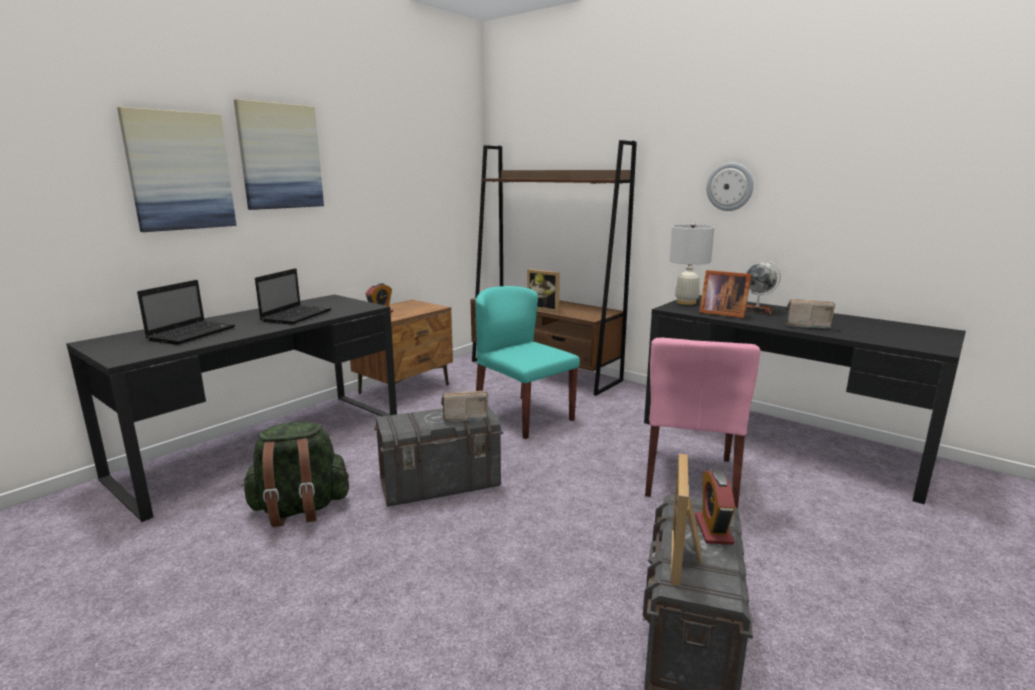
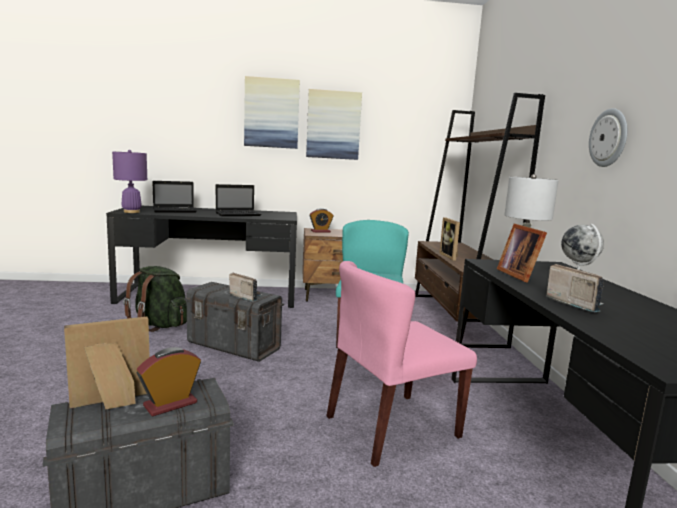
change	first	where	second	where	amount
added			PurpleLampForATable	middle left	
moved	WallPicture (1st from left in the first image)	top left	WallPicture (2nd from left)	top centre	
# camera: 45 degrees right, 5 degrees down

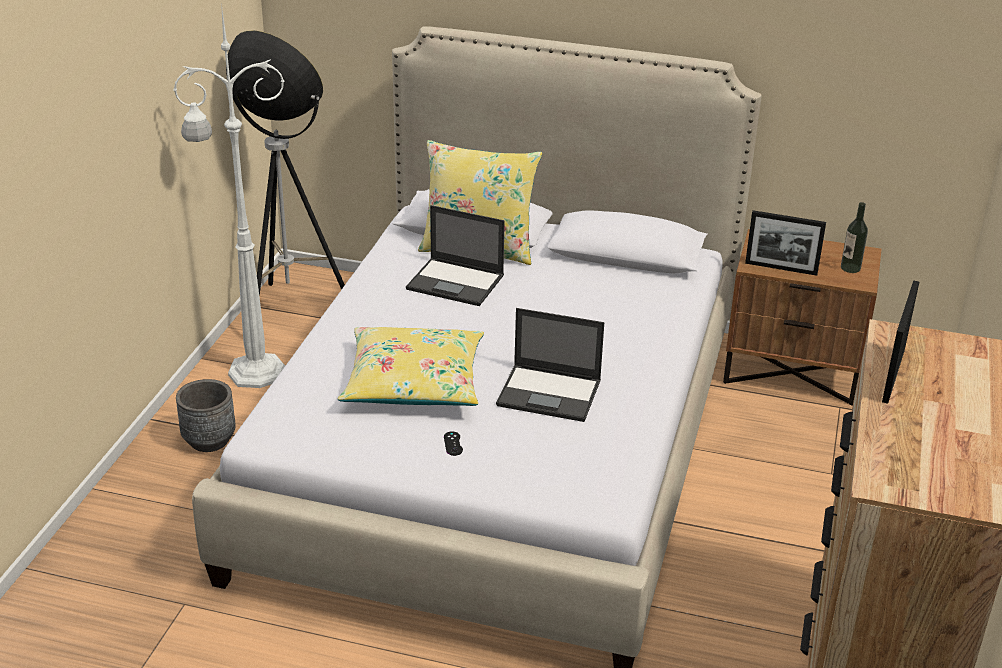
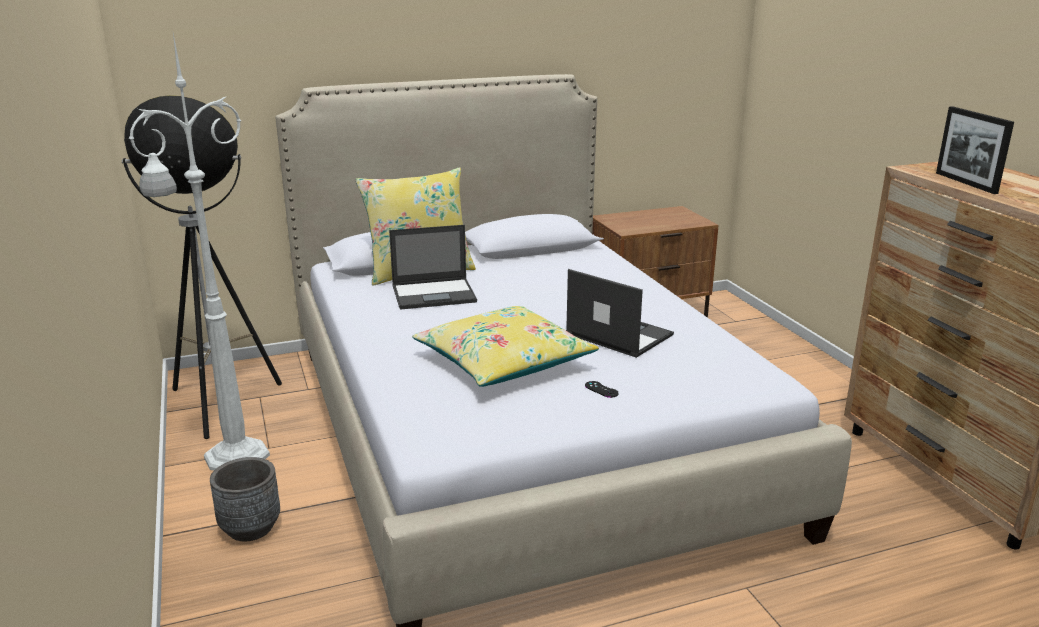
change	first	where	second	where	amount
removed	PictureFrame (1st from left)	middle right			
removed	DrinkBottle	middle right			
turned	PortableComputer (2nd from left)	centre		centre	120 degrees counterclockwise
# camera: 35 degrees left, 10 degrees down

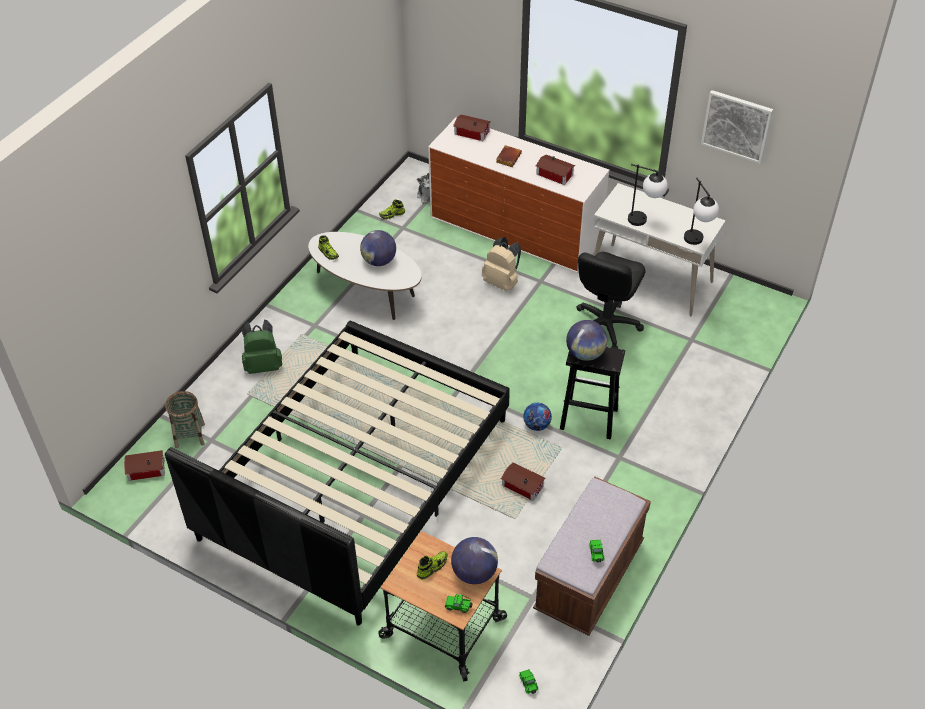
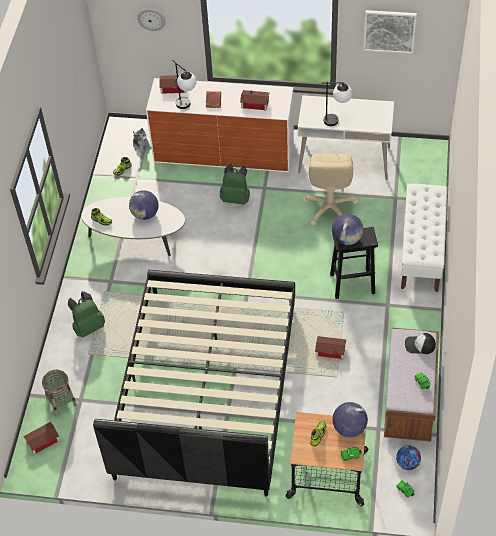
change	first	where	second	where	amount
added			WallClock	top left	
added			WhitishBench	middle right	
added			BaseballCap	middle right	
moved	FootballBall	centre		bottom right	
moved	LampForATable (2nd from left in the first image)	top right	LampForATable (1st from left)	top centre	
recoloured	BeigeBackpack	centre	GreenBackpack (2nd from left)	centre	
recoloured	BlackColouredDeskChair	centre	BeigeDeskChair	centre	
# camera: 20 degrees left, 5 degrees up

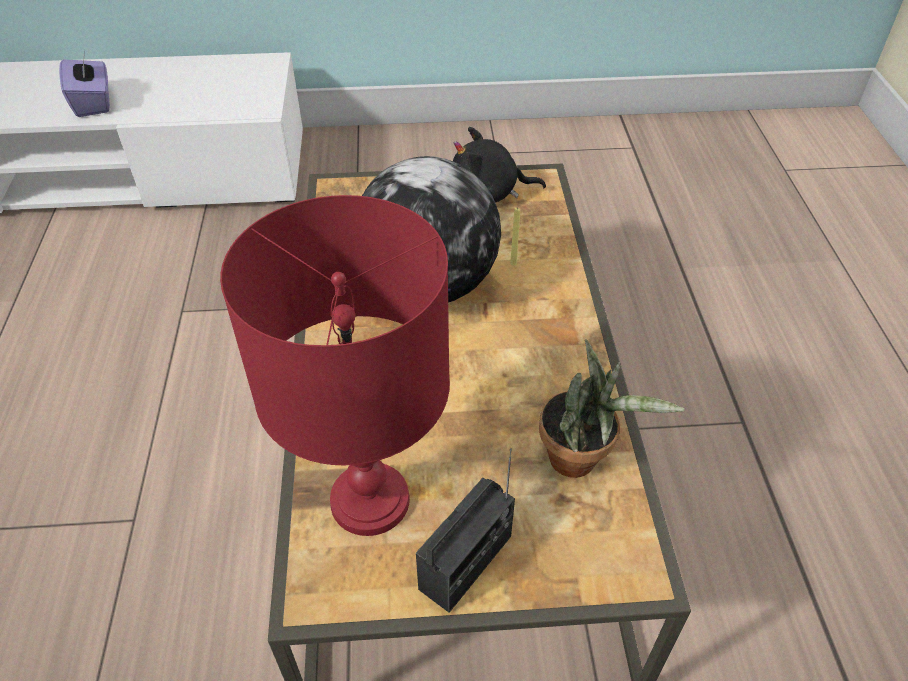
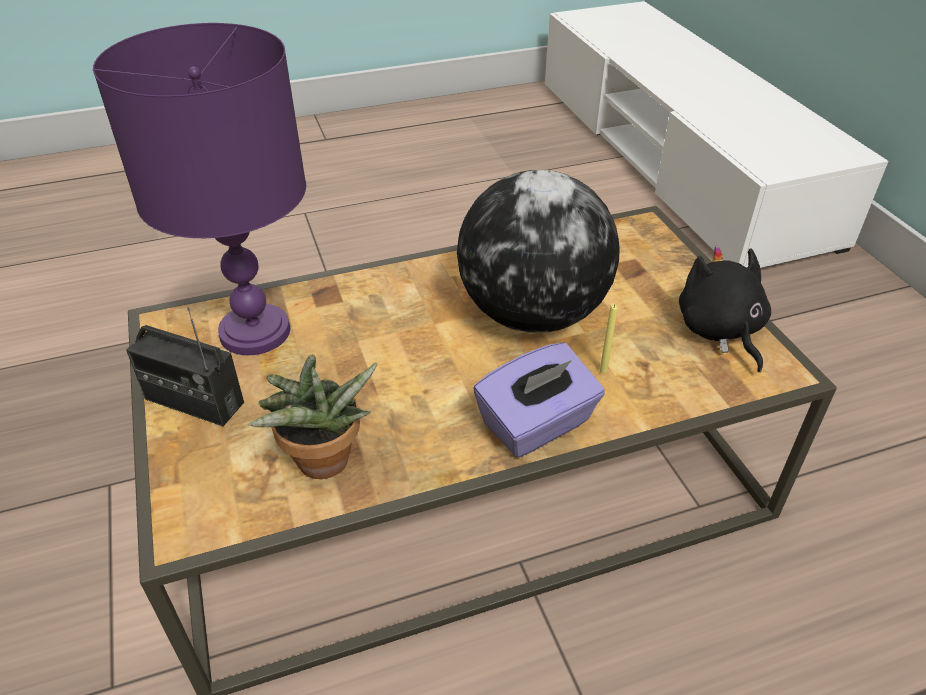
change	first	where	second	where	amount
moved	PurpleBoxOfTissues	top left		centre	
recoloured	ReddishLampForATable	centre	PurpleLampForATable	top left	
# camera: 75 degrees right, 5 degrees down

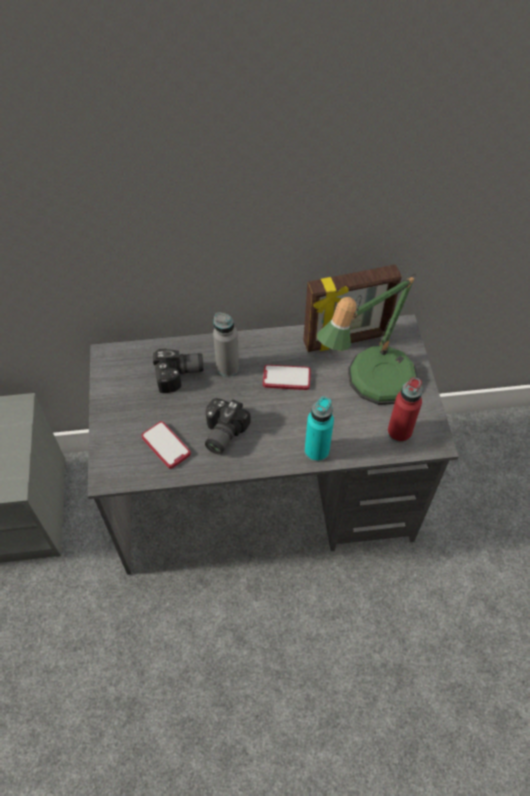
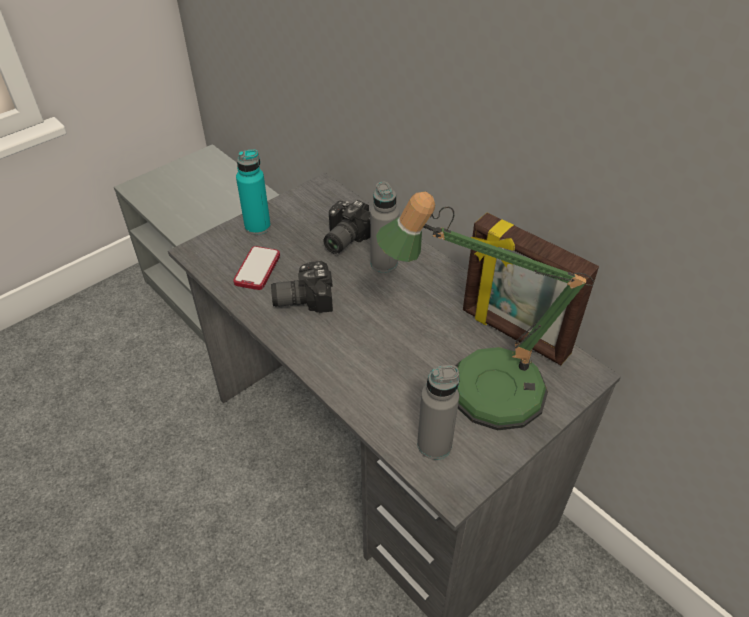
change	first	where	second	where	amount
removed	Handset (2nd from left)	centre			
moved	TurquoiseColouredDrinkBottle	centre		top centre	
recoloured	ReddishDrinkBottle	middle right	GrayDrinkBottle (2nd from left)	bottom centre	
turned	PhotoCamera (1st from left in the first image)	centre	PhotoCamera (2nd from left)	centre	75 degrees clockwise
# camera: 55 degrees right, 10 degrees down

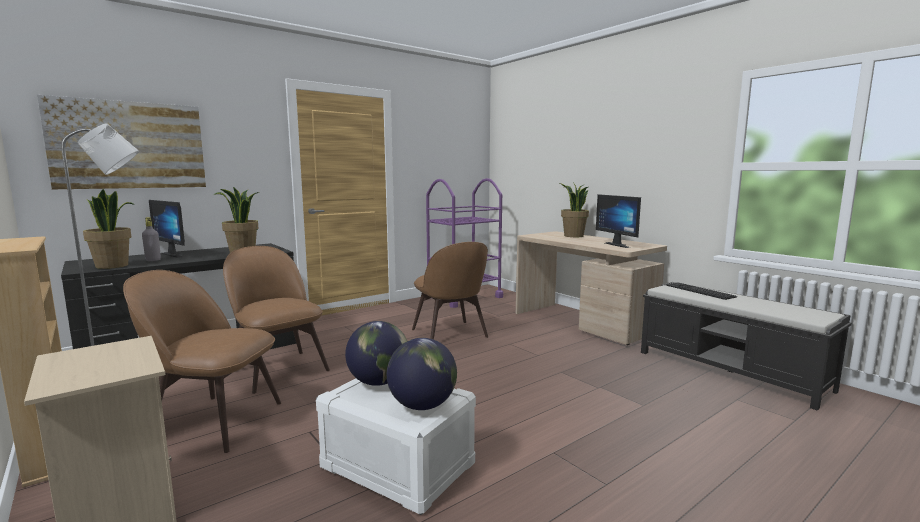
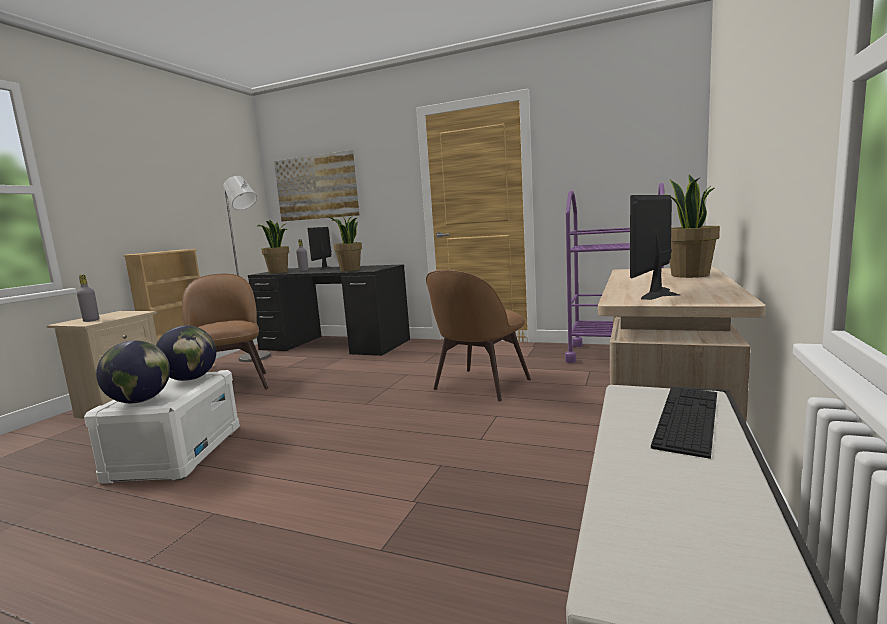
change	first	where	second	where	amount
removed	BrownishUprightChair (2nd from left)	middle left			
added			GrayDrinkBottle (1st from left)	middle left	
# camera: 60 degrees right, 0 degrees up

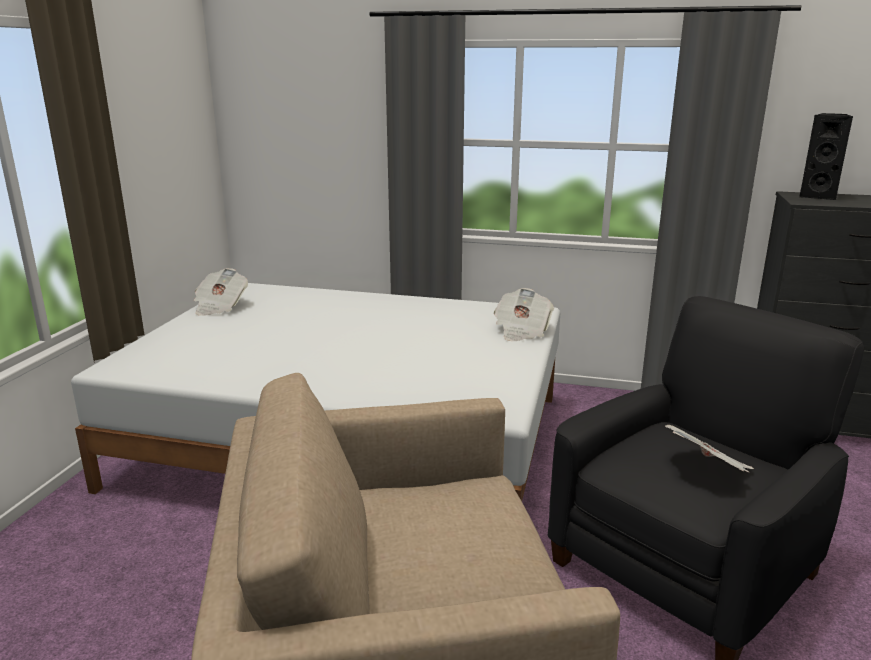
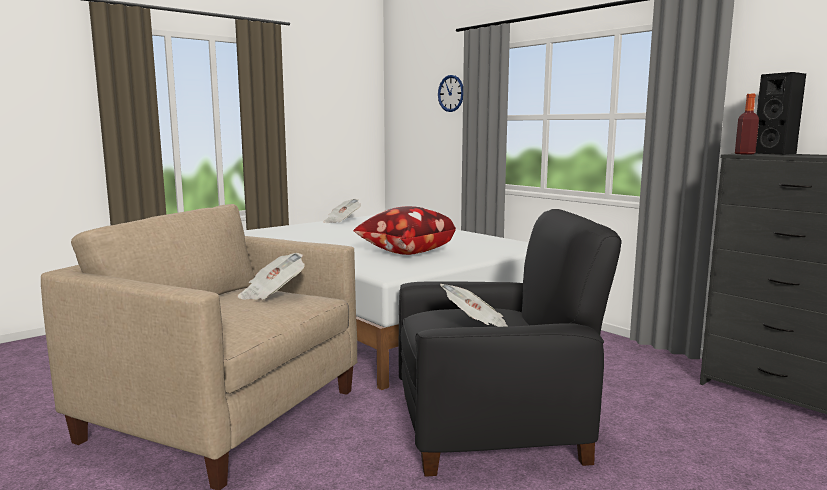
change	first	where	second	where	amount
added			ThrowPillow	centre	
added			WallClock	top centre	
added			DrinkBottle	top right	
moved	PrintedPaper (2nd from left in the first image)	centre	PrintedPaper (1st from left)	middle left	
# camera: 35 degrees right, 10 degrees down

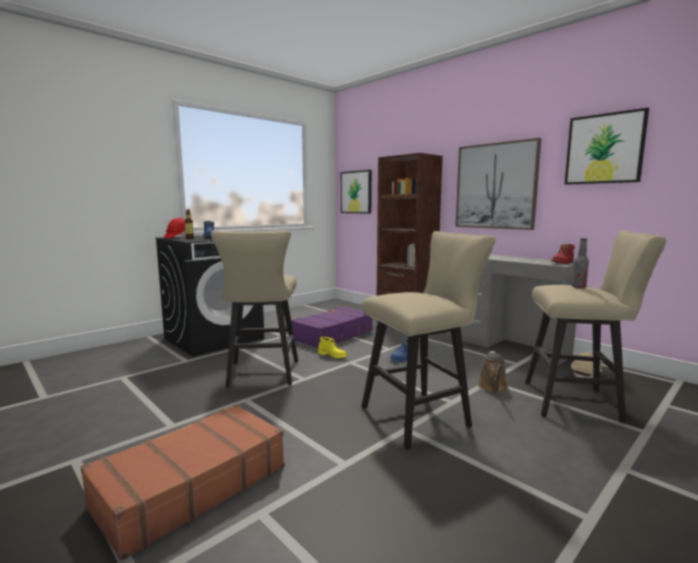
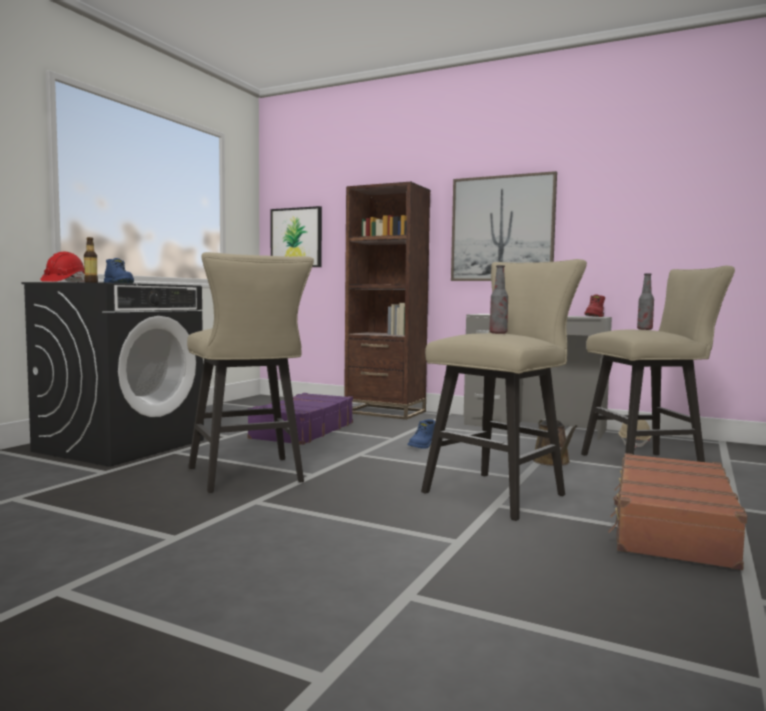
change	first	where	second	where	amount
removed	YellowishBoot	centre			
removed	WallPicture (3rd from left)	top right			
added			DrinkBottle (2nd from left)	centre	
moved	BrownishSuitcase	bottom left		bottom right	
# camera: 20 degrees left, 5 degrees down

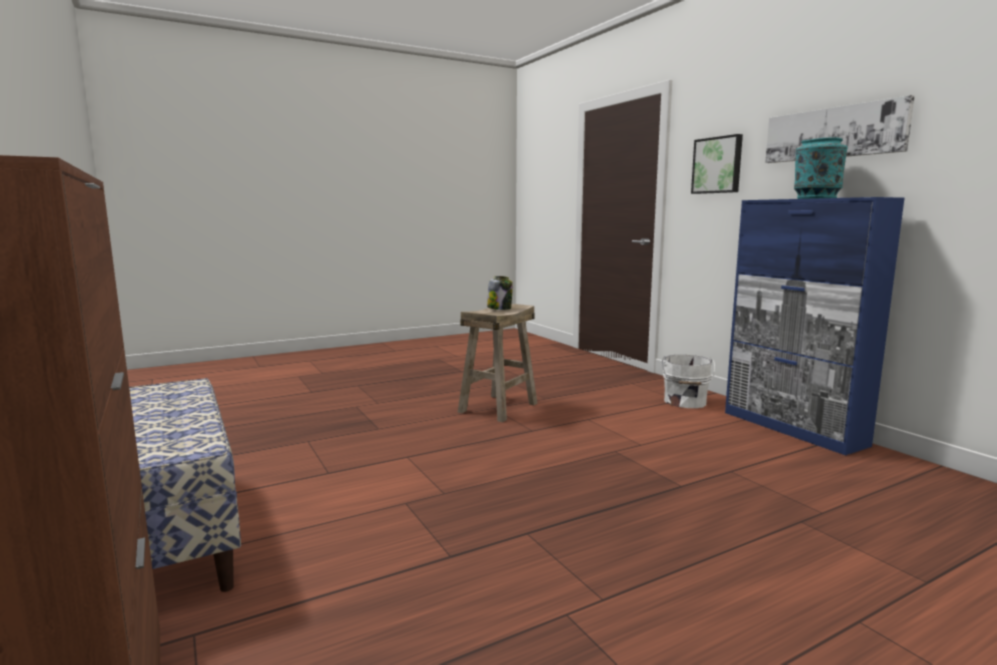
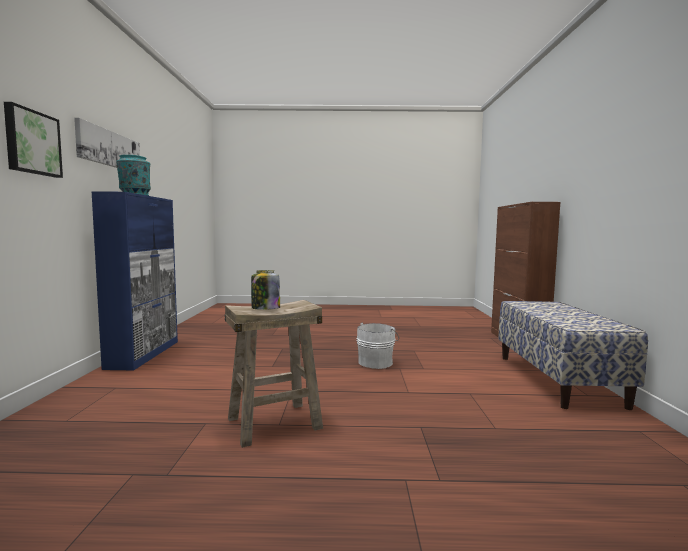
change	first	where	second	where	amount
moved	WhitishWaterBucket	middle right		centre	
# camera: 150 degrees left, 5 degrees down

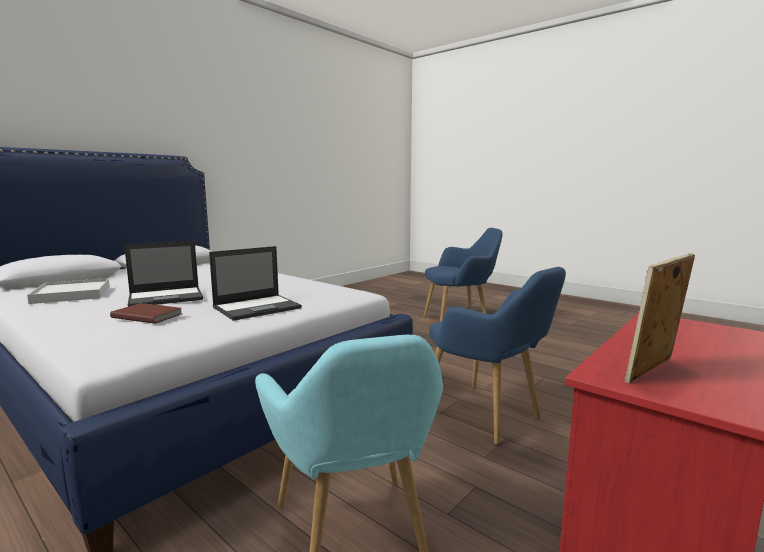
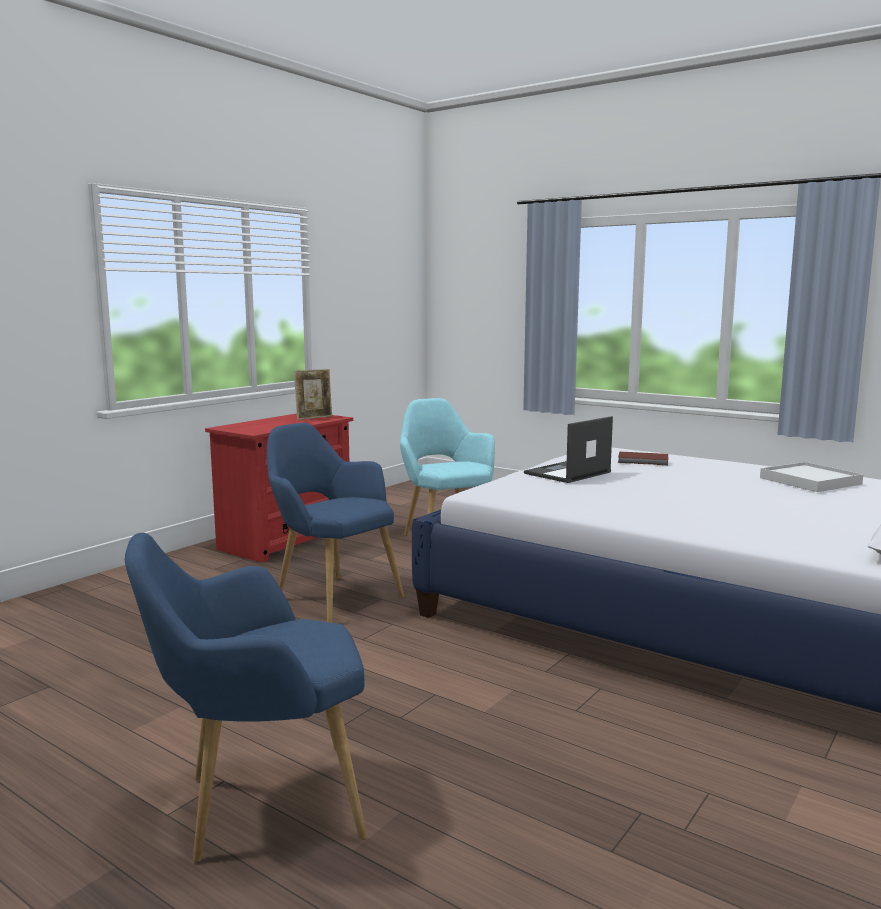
change	first	where	second	where	amount
removed	PortableComputer (1st from left)	middle left			
# camera: 175 degrees right, 0 degrees up

